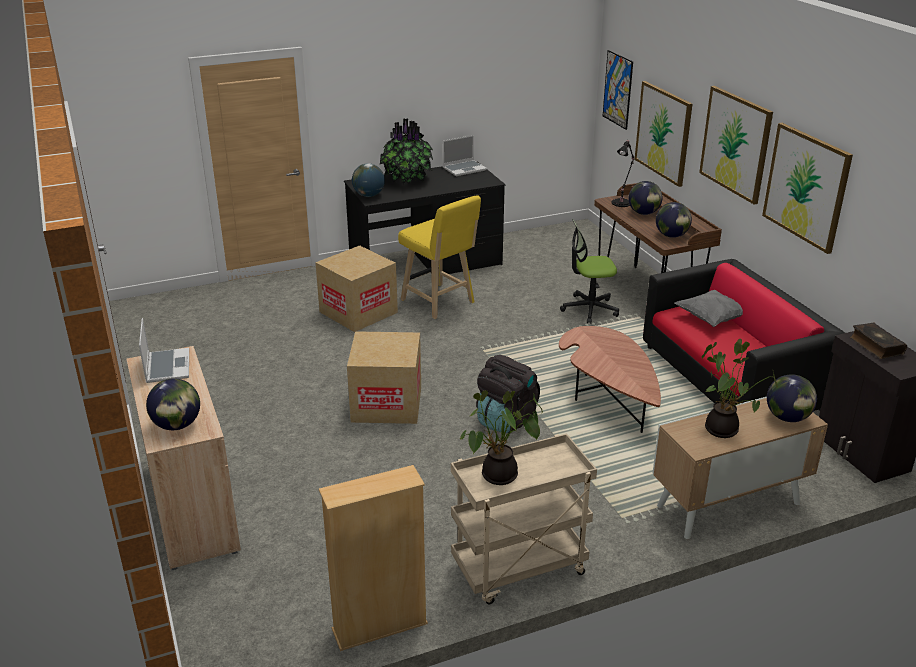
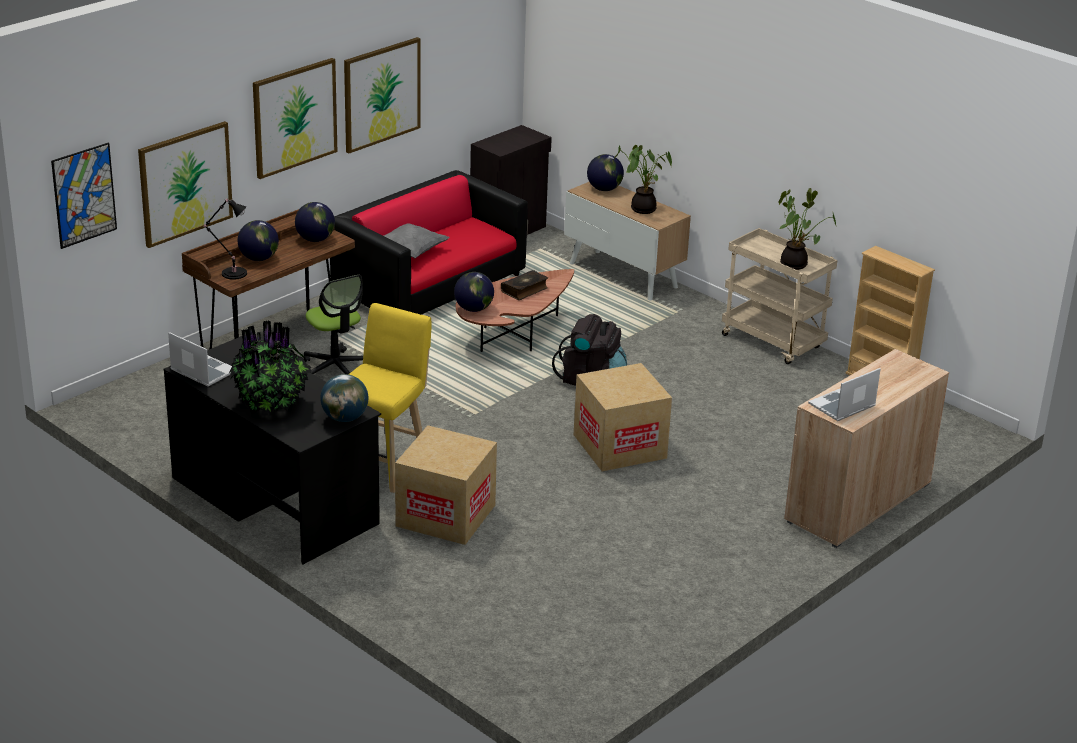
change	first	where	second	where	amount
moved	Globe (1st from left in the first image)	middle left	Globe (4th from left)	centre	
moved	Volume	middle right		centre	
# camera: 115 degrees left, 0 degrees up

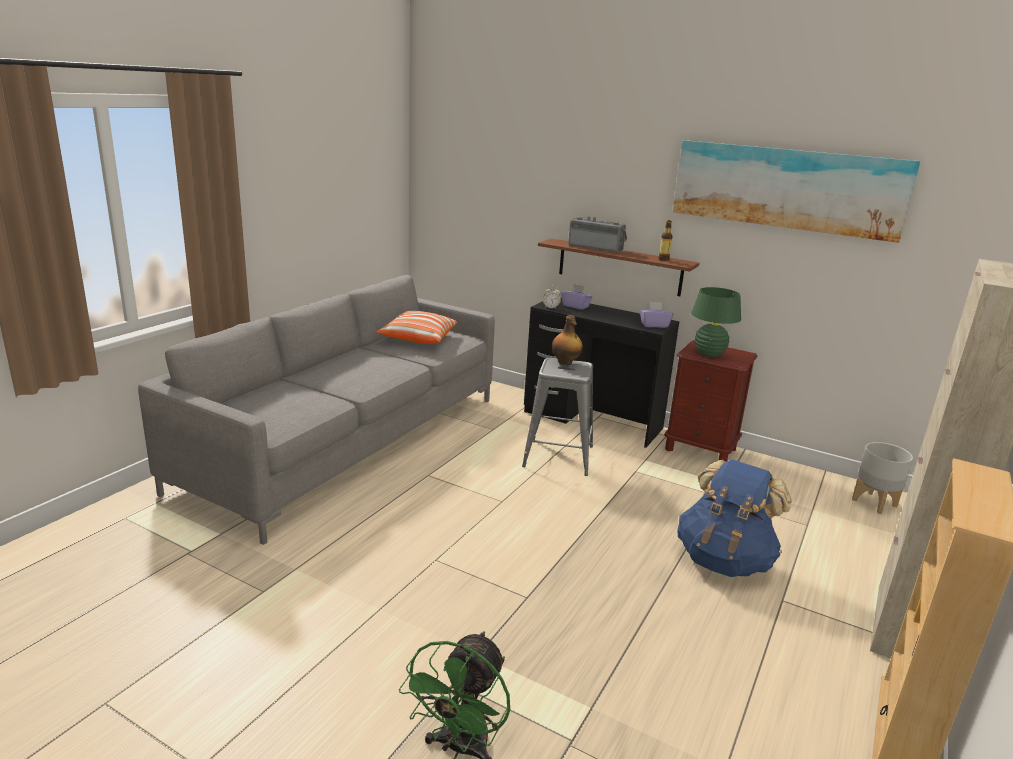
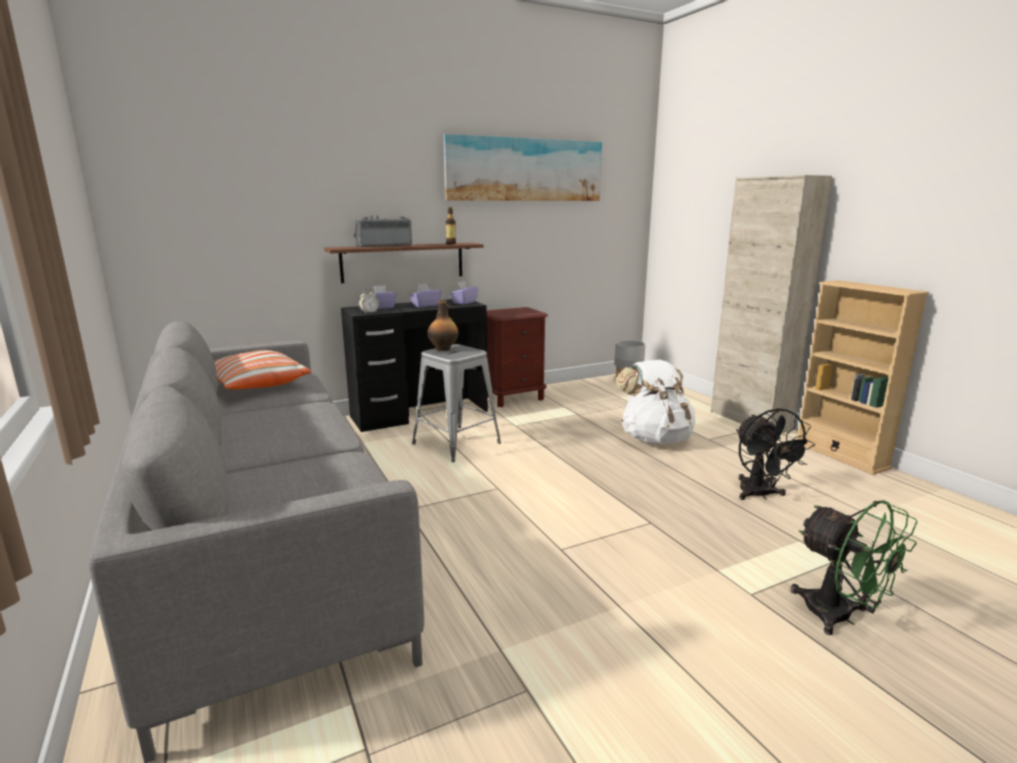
change	first	where	second	where	amount
removed	GreenLampForATable	middle right			
added			PurpleBoxOfTissues (2nd from left)	centre	
added			BlackColouredFan	middle right	
recoloured	BlueBackpack	bottom right	WhitishBackpack	centre	
# camera: 55 degrees left, 5 degrees down

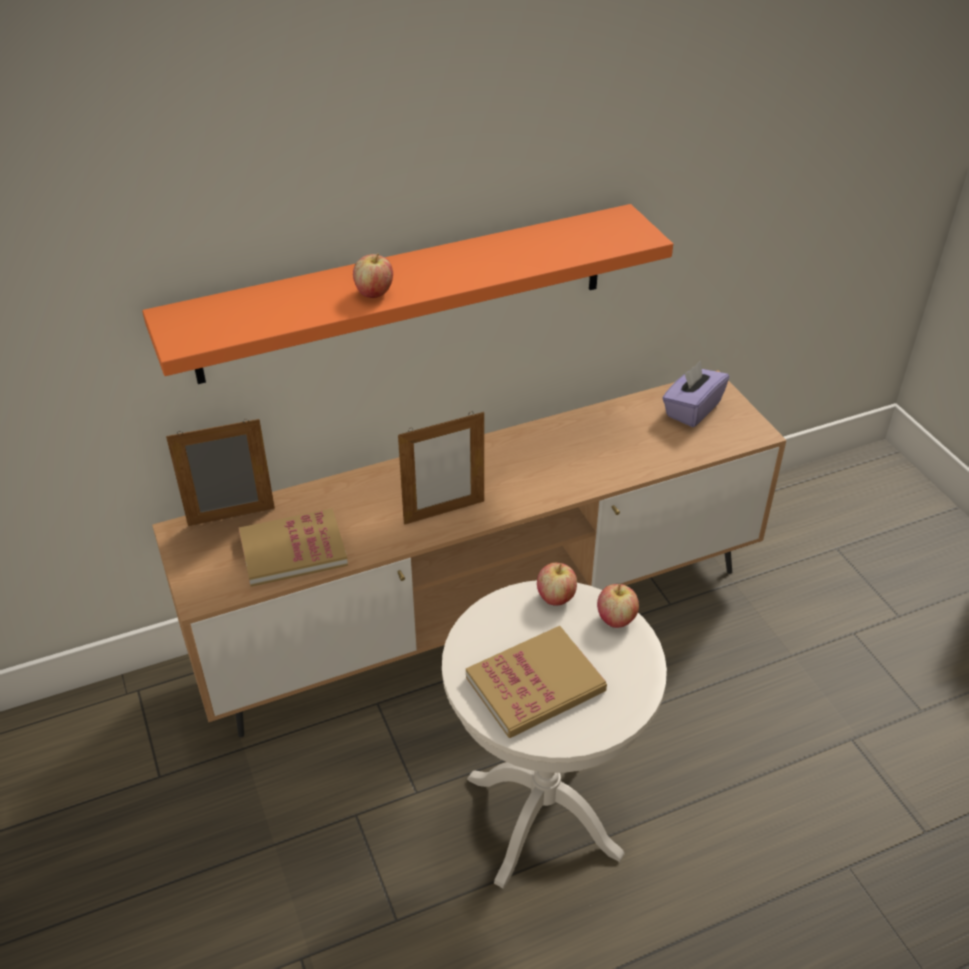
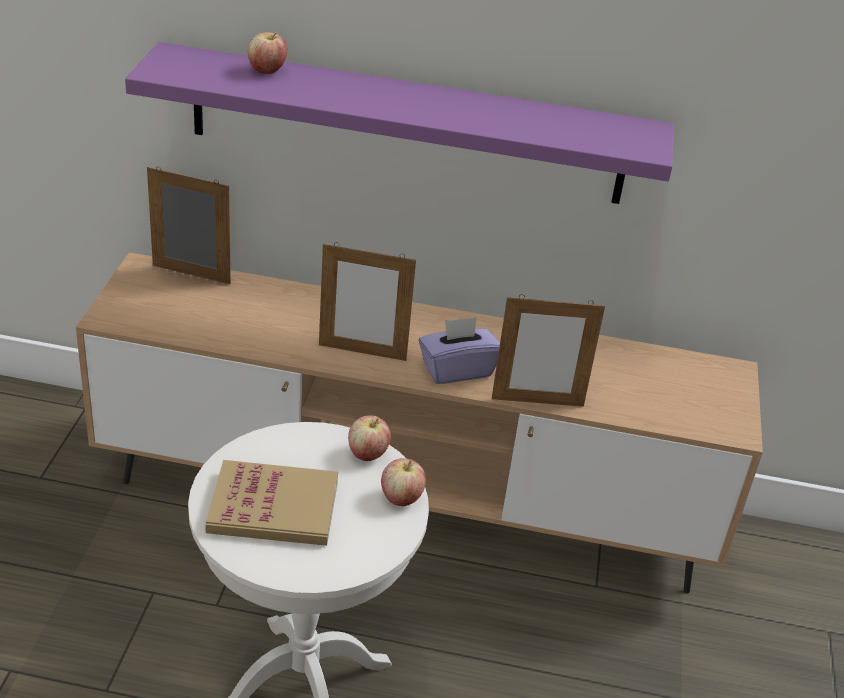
change	first	where	second	where	amount
removed	Volume (1st from left)	middle left			
added			PictureFrame (3rd from left)	centre	
moved	Apple (1st from left)	top centre		top left	
moved	PurpleBoxOfTissues	middle right		centre	
recoloured	OrangeColouredShelf	top centre	PurpleShelf	top centre	
# camera: 30 degrees right, 5 degrees down

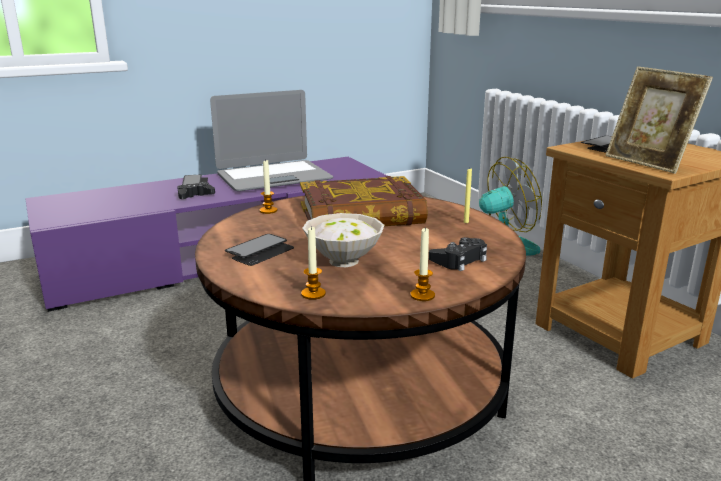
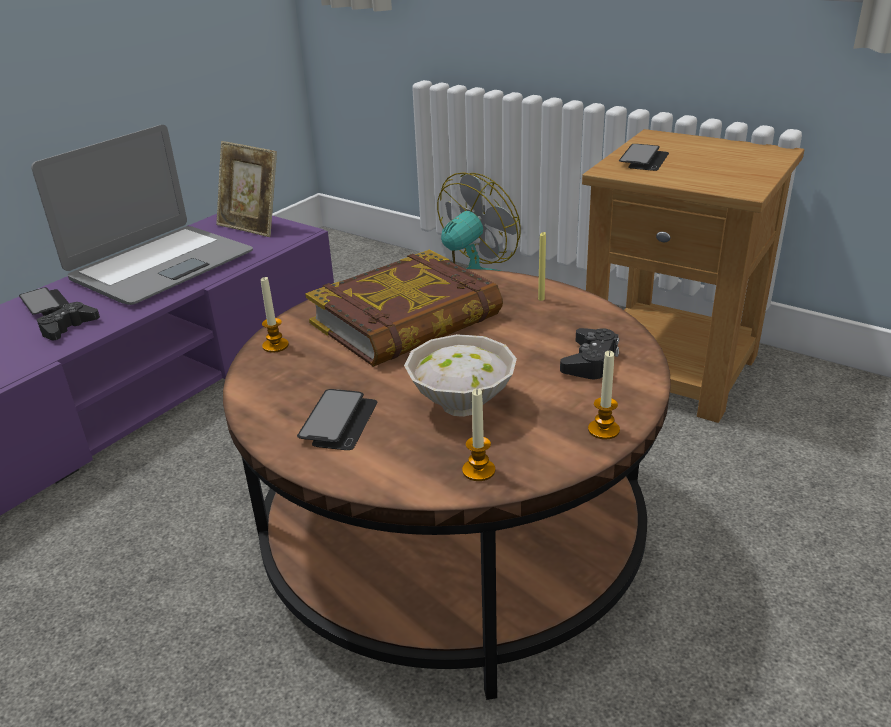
change	first	where	second	where	amount
moved	PictureFrame	top right		top left	
# camera: 25 degrees left, 10 degrees up

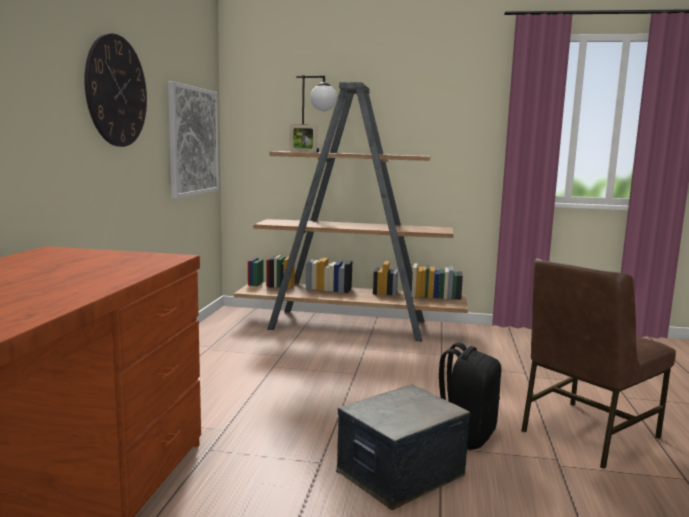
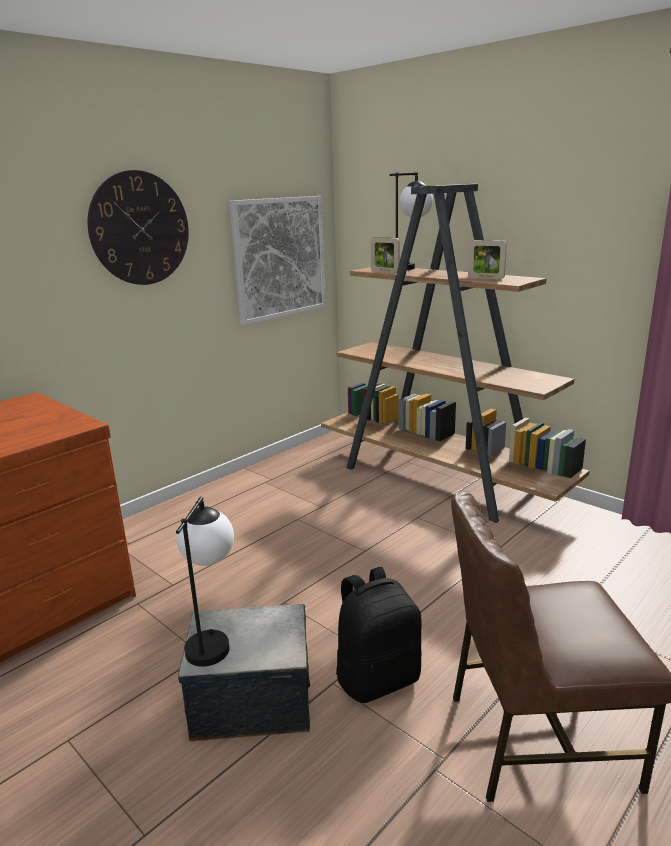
change	first	where	second	where	amount
added			LampForATable (1st from left)	bottom left	
added			PictureFrame (2nd from left)	top right	
# camera: 35 degrees right, 10 degrees up

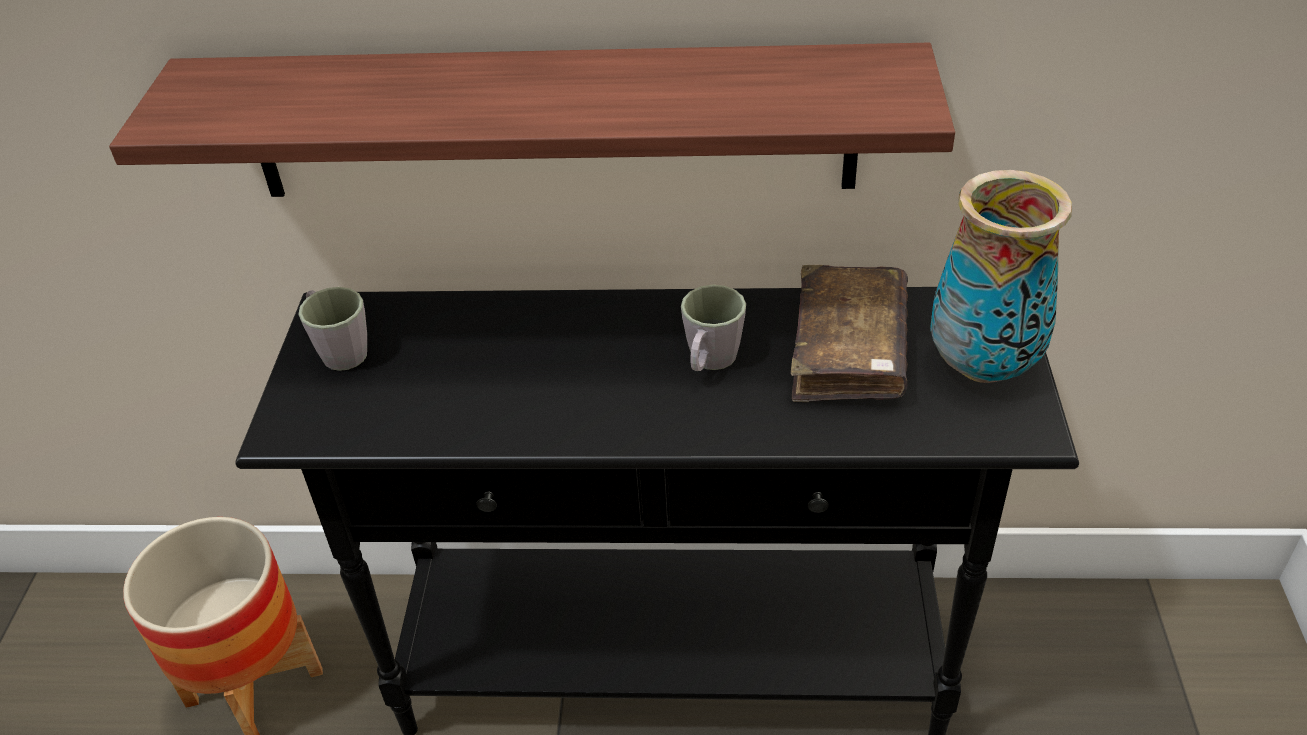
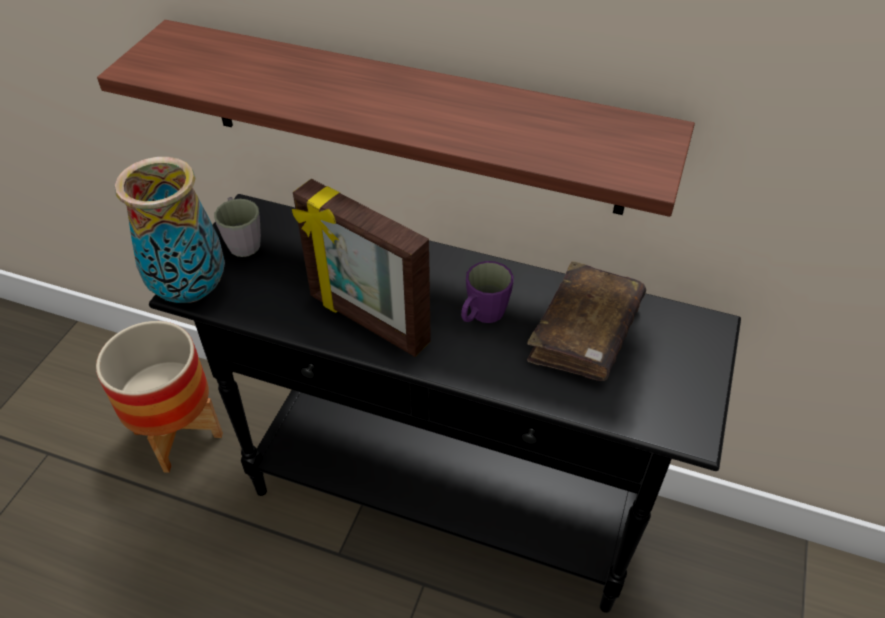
change	first	where	second	where	amount
added			PictureFrame	centre	
moved	Vase	middle right		middle left	
recoloured	GrayMug (2nd from left)	centre	PurpleMug	centre	
# camera: 15 degrees right, 5 degrees up

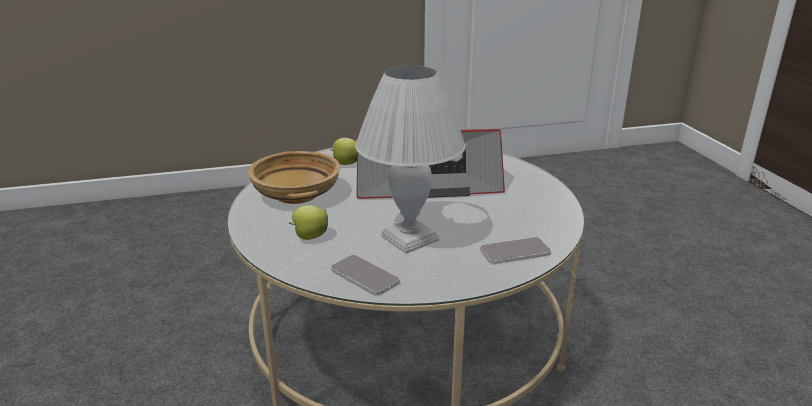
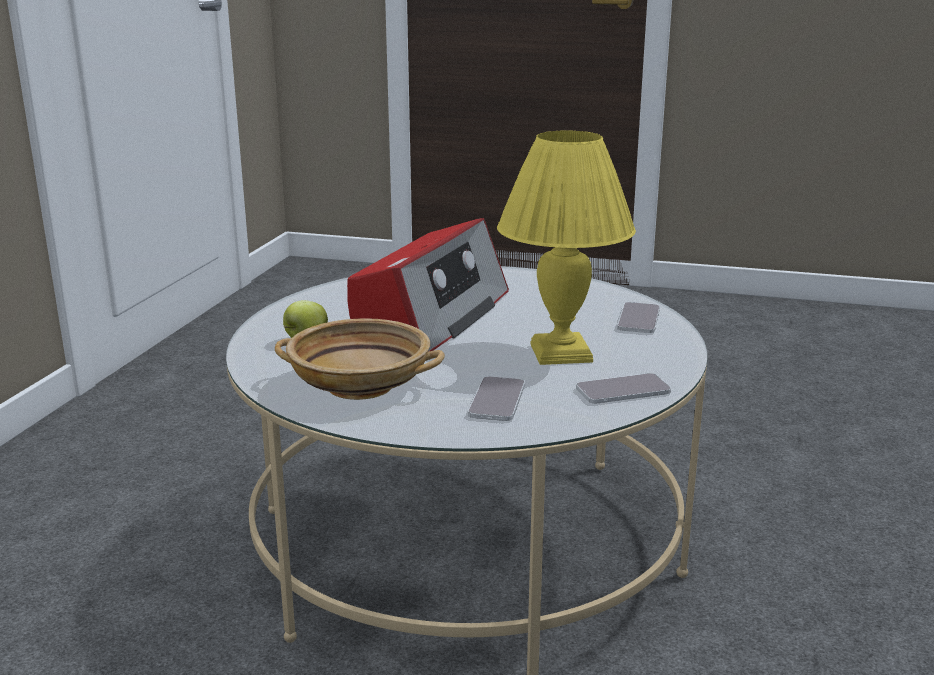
change	first	where	second	where	amount
replaced	Apple (1st from left)	centre	Handset (1st from left)	centre	
recoloured	WhitishLampForATable	centre	YellowishLampForATable	centre	
# camera: 60 degrees left, 5 degrees down

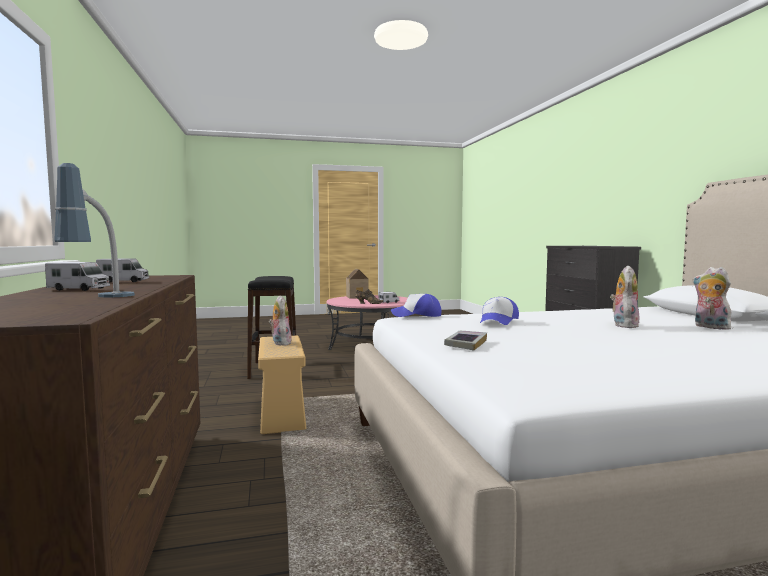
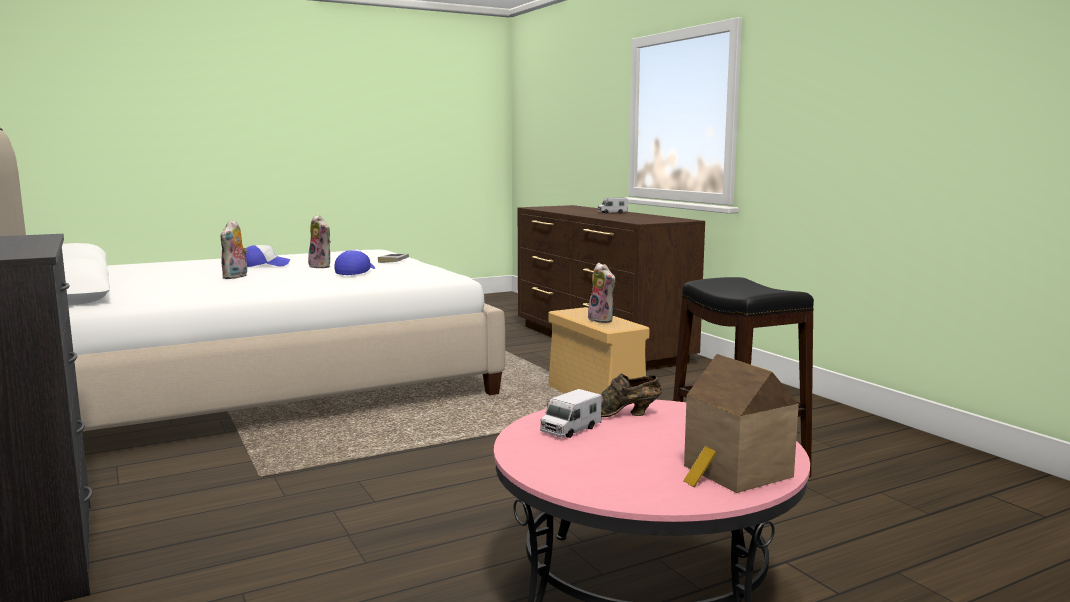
change	first	where	second	where	amount
removed	LampForATable	middle left			
removed	ModelTruck (2nd from left)	middle left			
moved	BaseballCap (1st from left)	centre		middle left	
moved	SoftToy (3rd from left in the first image)	middle right	SoftToy (2nd from left)	middle left	
# camera: 165 degrees right, 5 degrees up

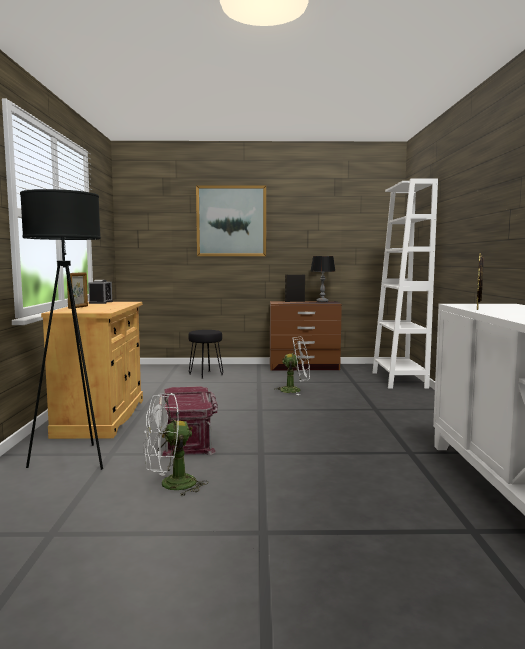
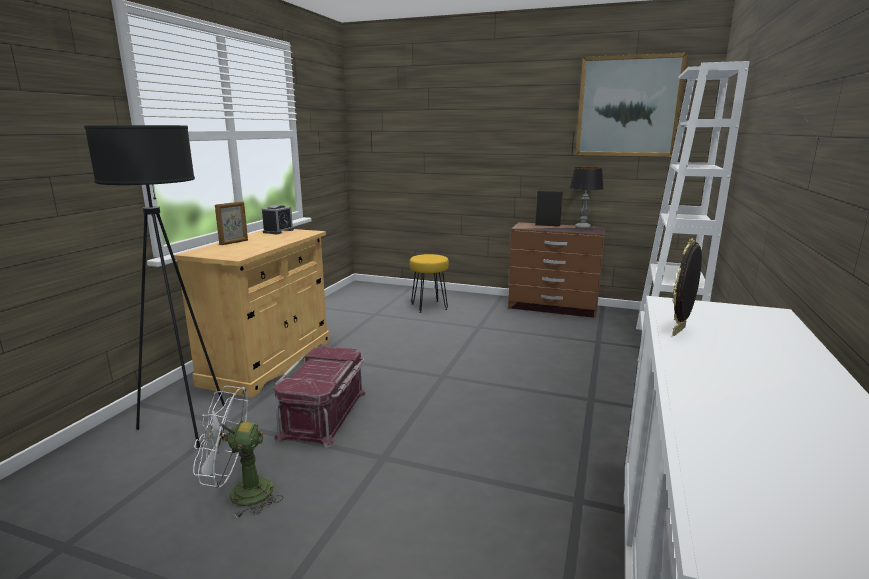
change	first	where	second	where	amount
removed	WhitishFan (2nd from left)	centre			
moved	WallPicture	centre		top right	
recoloured	BlackColouredStool	centre	YellowishStool	centre	
# camera: 20 degrees right, 10 degrees up

